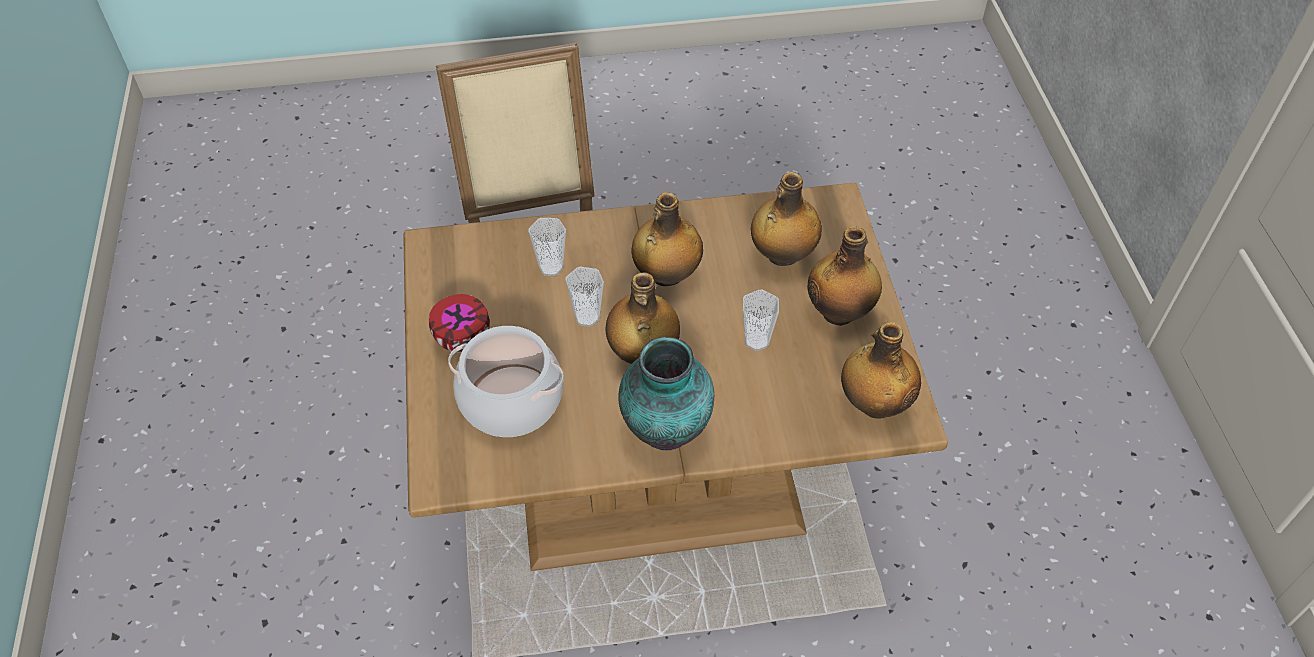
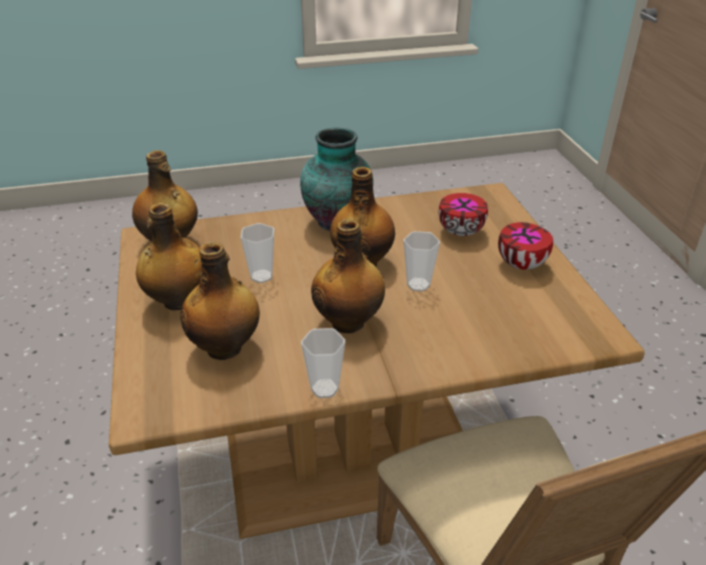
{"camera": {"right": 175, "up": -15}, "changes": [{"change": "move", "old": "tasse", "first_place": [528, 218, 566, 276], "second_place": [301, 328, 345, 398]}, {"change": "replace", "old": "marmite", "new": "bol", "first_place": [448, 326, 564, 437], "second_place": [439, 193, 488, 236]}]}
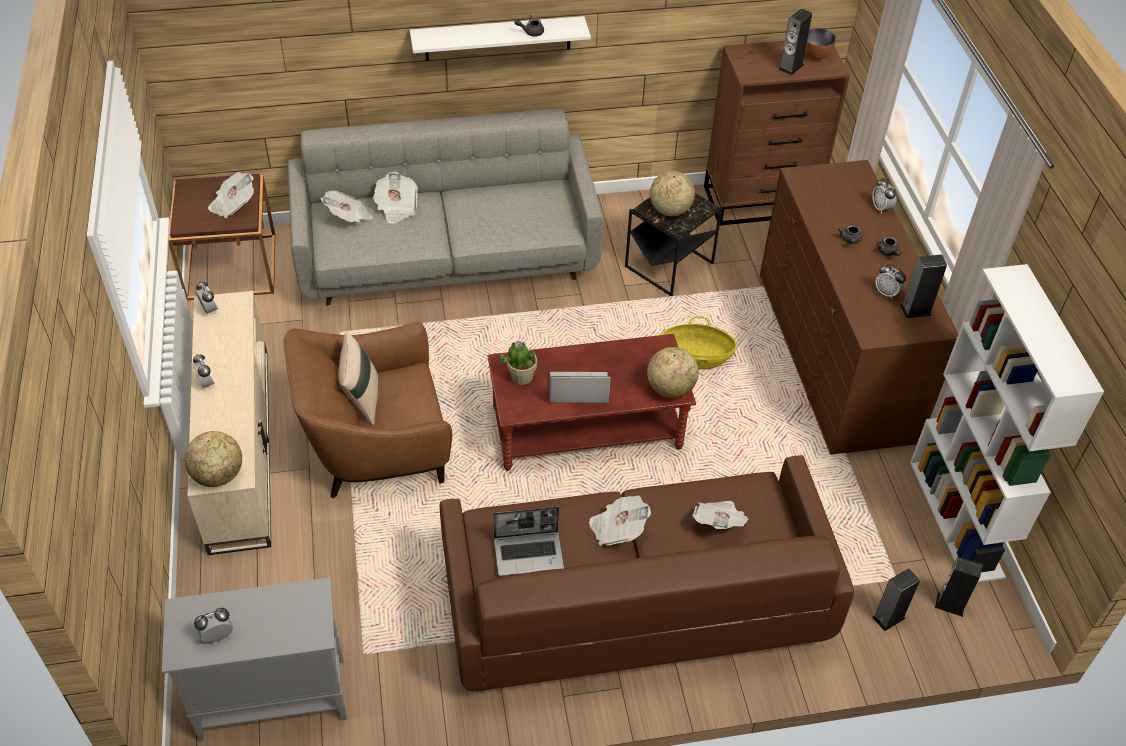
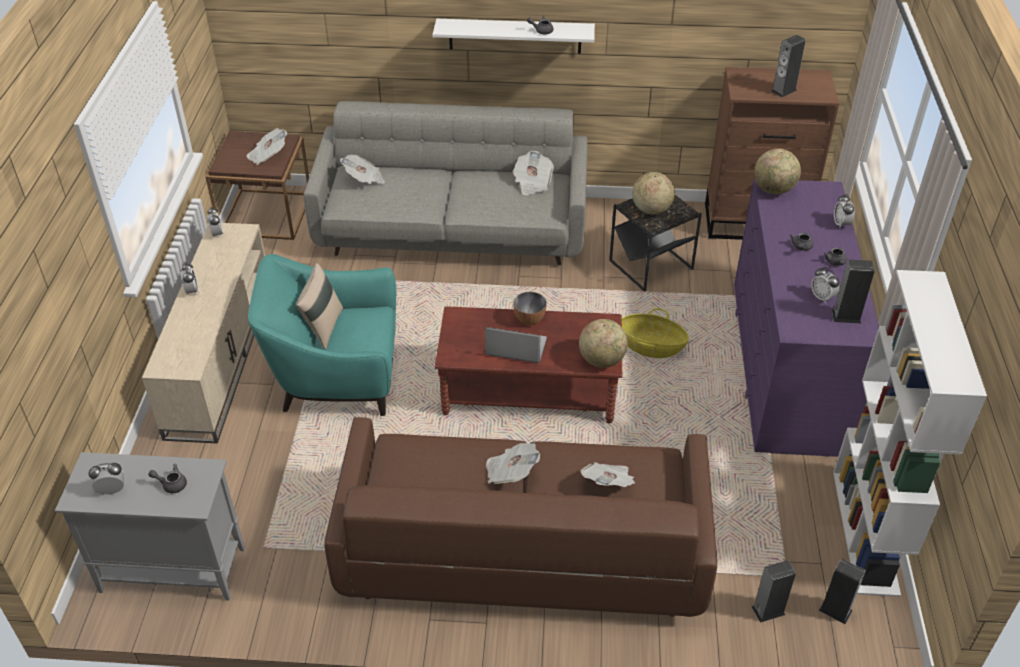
{"camera": {"right": 15, "up": -5}, "changes": [{"change": "insert", "new": "théière (gris)", "second_place": [148, 464, 187, 493]}, {"change": "recolor", "old": "fauteuil (marron)", "new": "fauteuil (turquoise)", "first_place": [284, 321, 452, 498], "second_place": [248, 254, 396, 416]}, {"change": "move", "old": "journal", "first_place": [373, 172, 418, 224], "second_place": [513, 151, 554, 195]}, {"change": "move", "old": "bol", "first_place": [805, 28, 836, 60], "second_place": [513, 292, 547, 325]}, {"change": "recolor", "old": "commode (marron)", "new": "commode (violet)", "first_place": [760, 160, 958, 455], "second_place": [734, 179, 879, 457]}, {"change": "move", "old": "globe", "first_place": [184, 431, 242, 487], "second_place": [754, 149, 801, 194]}, {"change": "delete", "old": "ordinateur portable", "first_place": [493, 507, 564, 576]}, {"change": "delete", "old": "plante en pot", "first_place": [499, 341, 537, 385]}]}
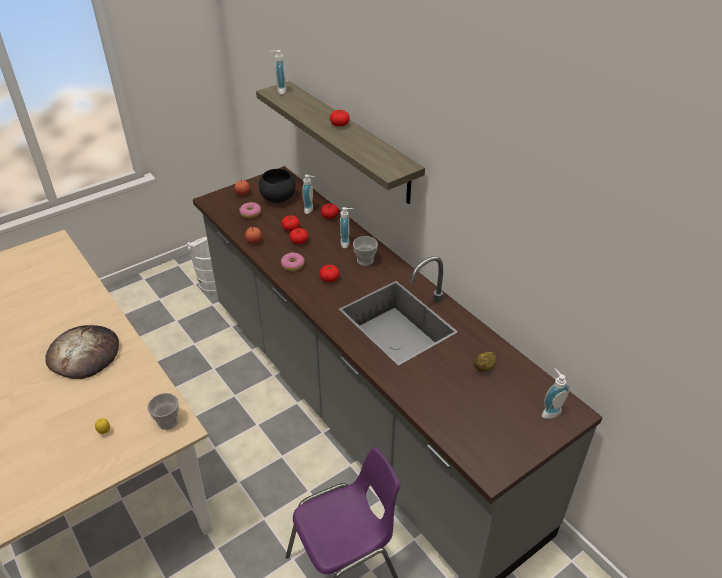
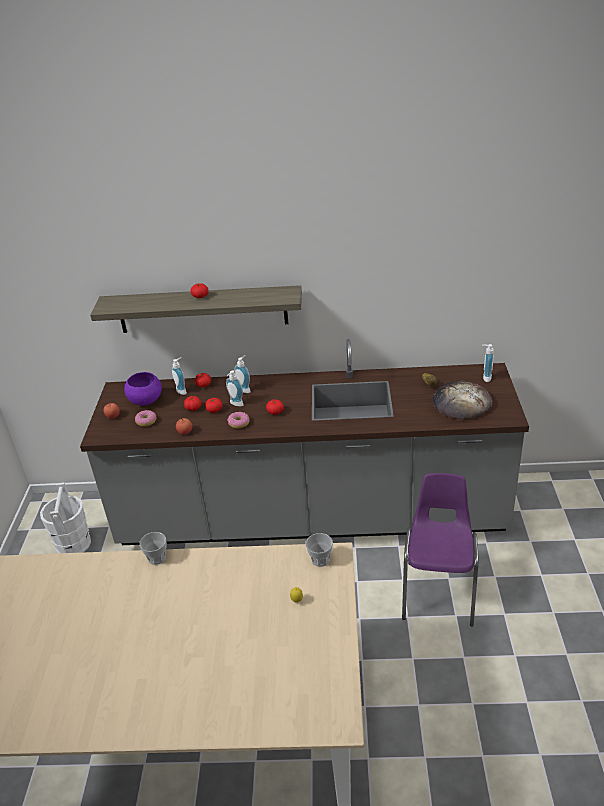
{"camera": {"right": -50, "up": -5}, "changes": [{"change": "recolor", "old": "bol (noir)", "new": "bol (violet)", "first_place": [259, 169, 296, 203], "second_place": [124, 372, 162, 405]}, {"change": "move", "old": "tasse", "first_place": [353, 236, 378, 266], "second_place": [139, 532, 167, 565]}, {"change": "move", "old": "distributeur de savon", "first_place": [270, 50, 286, 95], "second_place": [226, 370, 244, 406]}, {"change": "move", "old": "pain", "first_place": [45, 325, 119, 379], "second_place": [433, 380, 492, 419]}]}
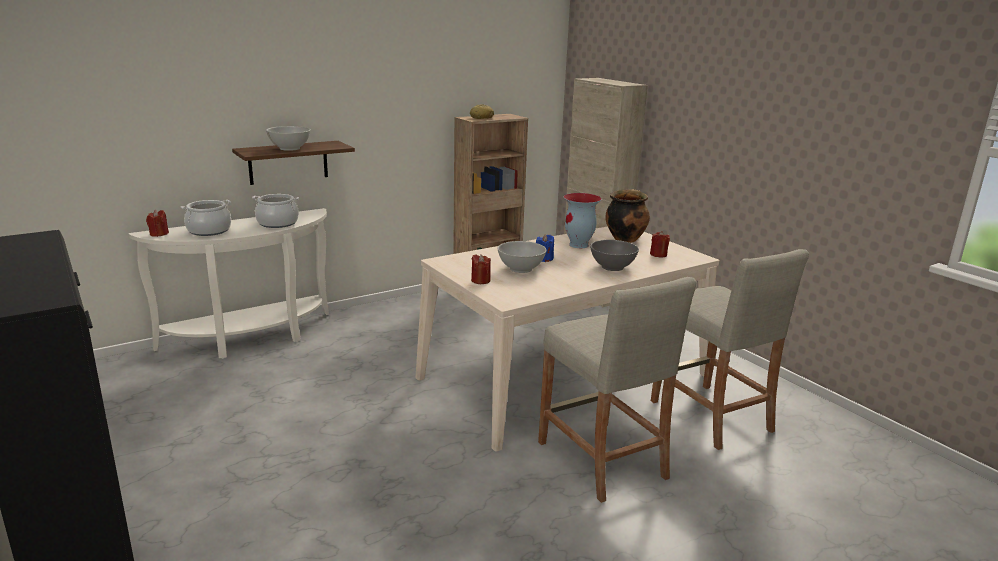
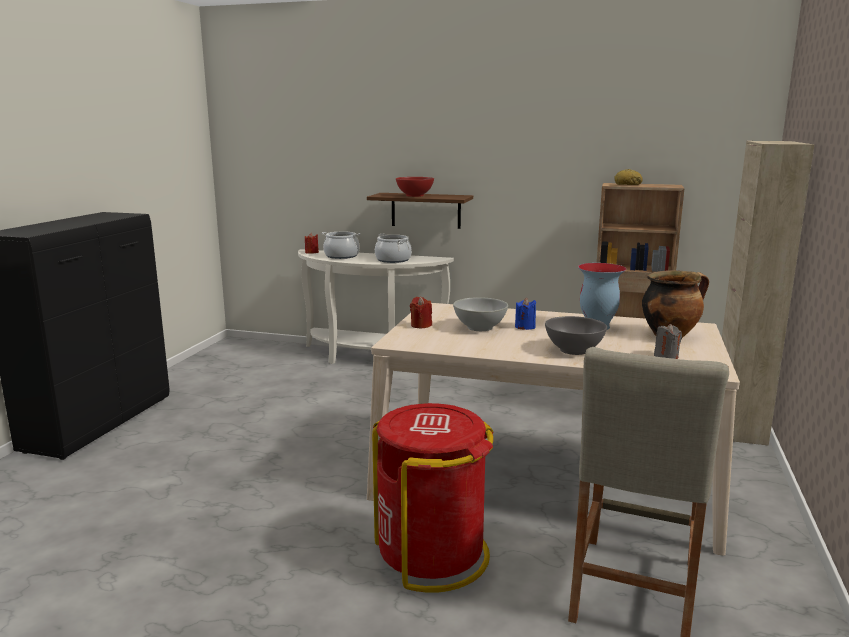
{"camera": {"right": 50, "up": -5}, "changes": [{"change": "replace", "old": "tabouret (beige)", "new": "poubelle (rouge)", "first_place": [538, 277, 697, 503], "second_place": [372, 403, 493, 593]}, {"change": "recolor", "old": "bol (blanc)", "new": "bol (rouge)", "first_place": [266, 126, 311, 151], "second_place": [396, 177, 434, 197]}, {"change": "recolor", "old": "bougie (rouge)", "new": "bougie (gris)", "first_place": [650, 231, 670, 257], "second_place": [654, 324, 682, 359]}]}
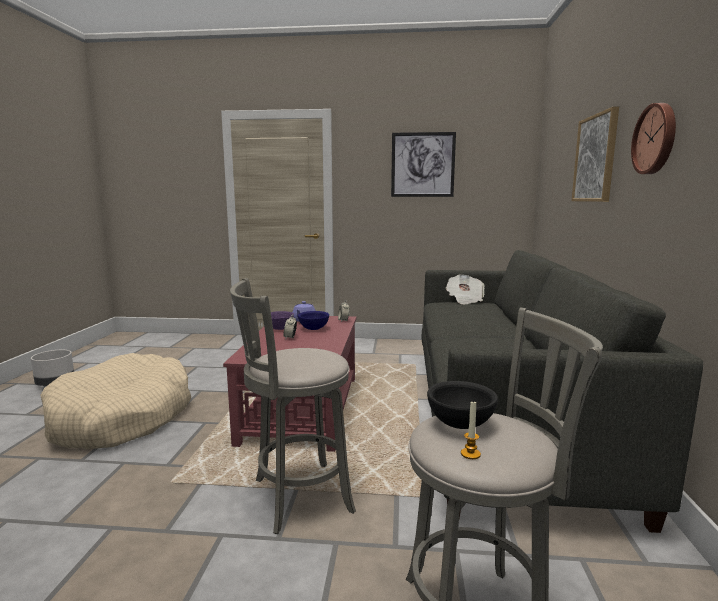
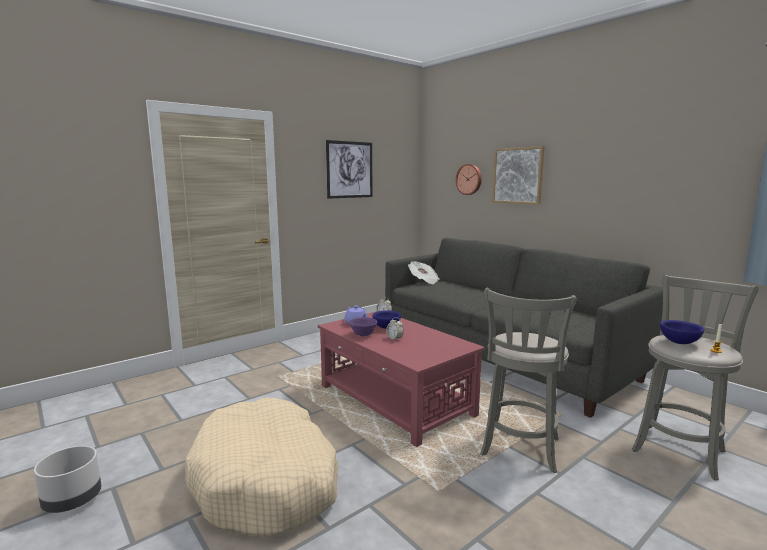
{"camera": {"right": -45, "up": 0}, "changes": [{"change": "move", "old": "horloge murale", "first_place": [631, 103, 676, 174], "second_place": [456, 164, 482, 195]}, {"change": "recolor", "old": "bol (noir)", "new": "bol (bleu)", "first_place": [427, 381, 498, 429], "second_place": [660, 320, 704, 344]}]}
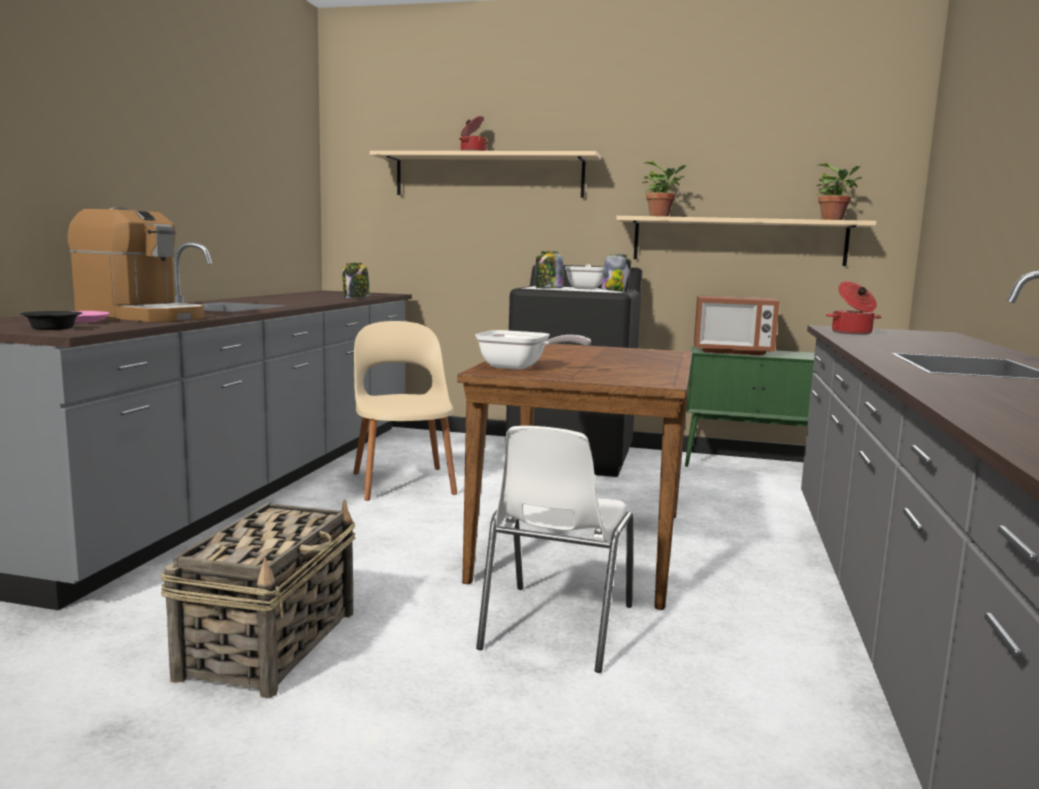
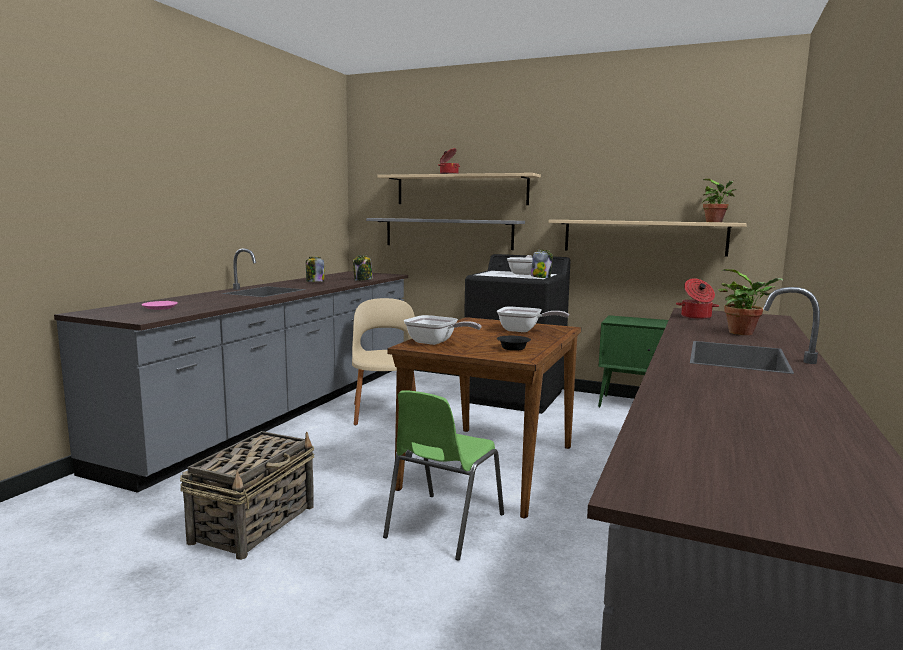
{"camera": {"right": 10, "up": 0}, "changes": [{"change": "move", "old": "bocal", "first_place": [536, 251, 563, 288], "second_place": [306, 257, 325, 282]}, {"change": "insert", "new": "étagère (gris)", "second_place": [366, 218, 525, 250]}, {"change": "recolor", "old": "chaise (blanc)", "new": "chaise (vert)", "first_place": [476, 426, 633, 673], "second_place": [383, 390, 504, 561]}, {"change": "insert", "new": "poêle", "second_place": [497, 307, 569, 332]}, {"change": "move", "old": "bol (noir)", "first_place": [20, 311, 82, 330], "second_place": [497, 336, 531, 351]}, {"change": "move", "old": "plante en pot", "first_place": [642, 161, 687, 217], "second_place": [718, 269, 783, 335]}, {"change": "delete", "old": "machine à café", "first_place": [67, 207, 204, 322]}, {"change": "delete", "old": "micro-ondes", "first_place": [694, 295, 780, 356]}]}
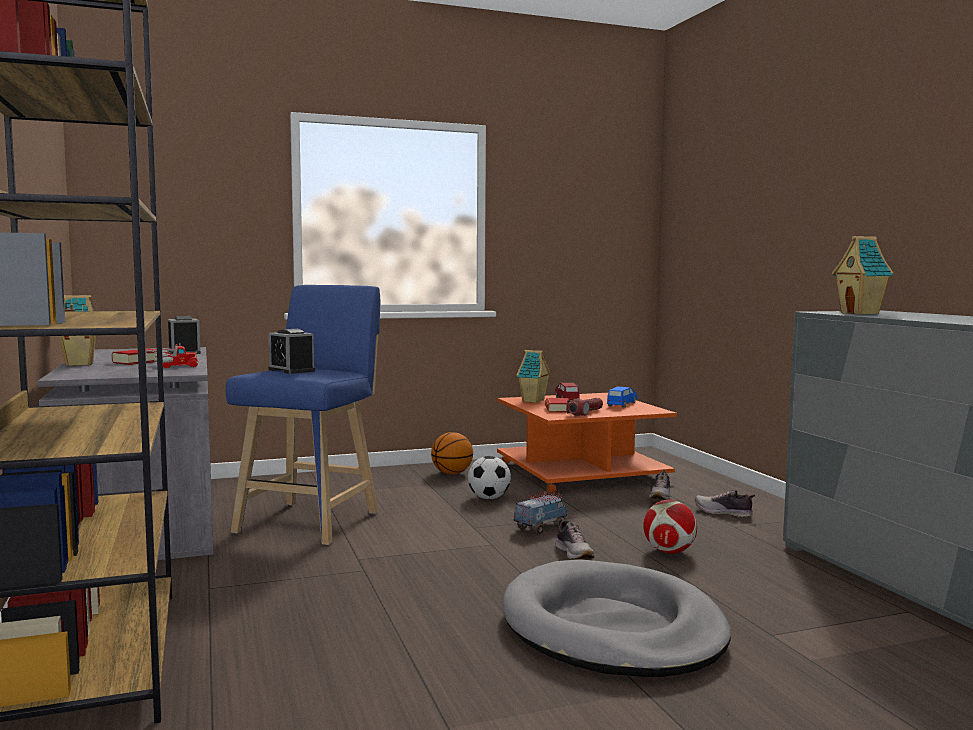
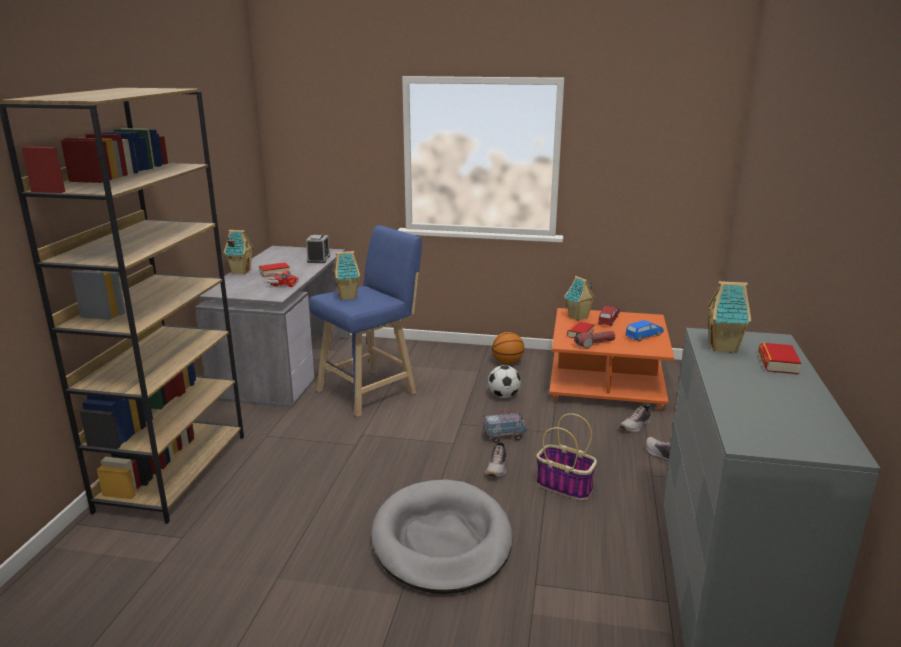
{"camera": {"right": 30, "up": 15}, "changes": [{"change": "replace", "old": "réveil", "new": "maison miniature", "first_place": [268, 329, 315, 374], "second_place": [333, 251, 360, 300]}, {"change": "replace", "old": "ballon de foot", "new": "panier", "first_place": [643, 500, 697, 554], "second_place": [536, 413, 597, 500]}, {"change": "insert", "new": "livre", "second_place": [758, 343, 801, 374]}]}
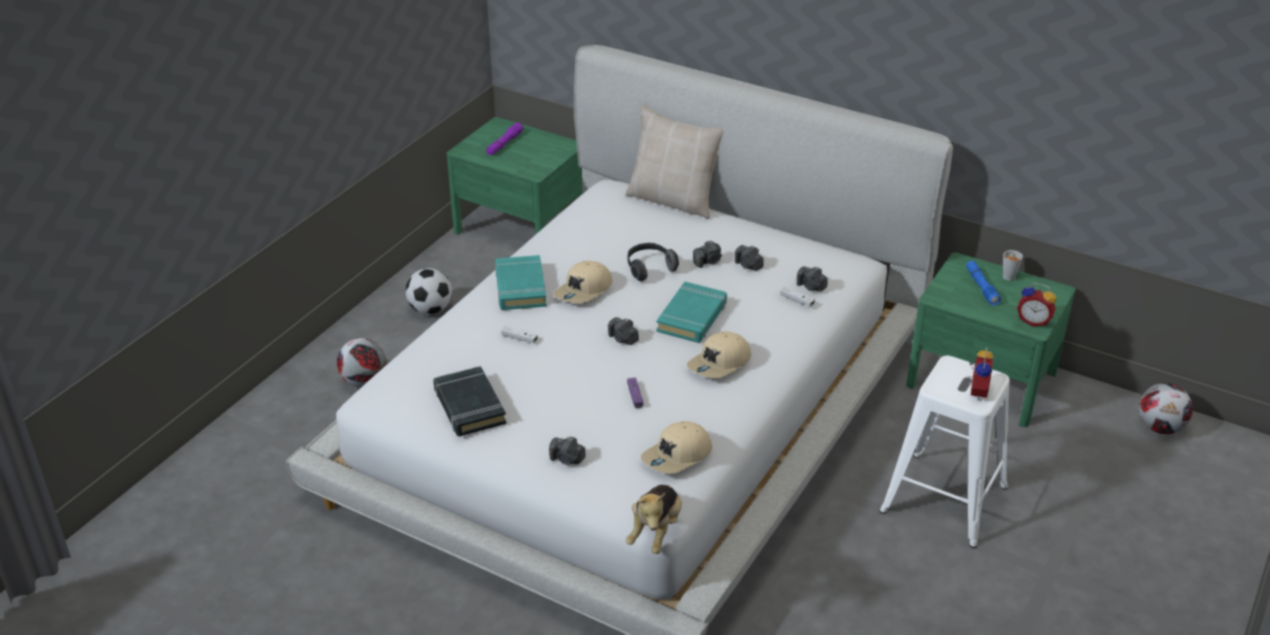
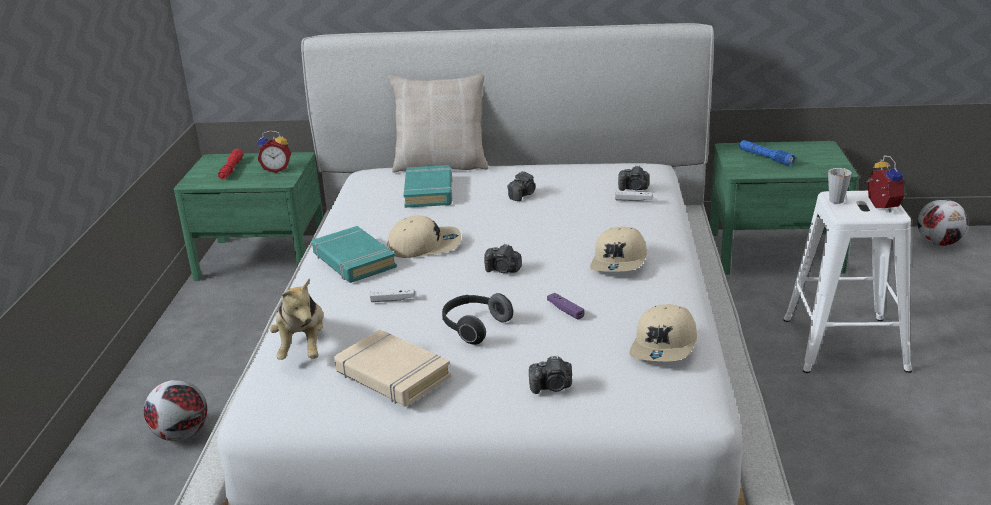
{"camera": {"right": -25, "up": -10}, "changes": [{"change": "recolor", "old": "lampe de poche (violet)", "new": "lampe de poche (rouge)", "first_place": [486, 123, 523, 155], "second_place": [218, 149, 243, 179]}, {"change": "move", "old": "réveil", "first_place": [1017, 284, 1056, 326], "second_place": [257, 130, 291, 173]}, {"change": "move", "old": "peluche", "first_place": [626, 485, 682, 554], "second_place": [270, 278, 323, 360]}, {"change": "recolor", "old": "livre (noir)", "new": "livre (beige)", "first_place": [433, 366, 506, 436], "second_place": [334, 329, 451, 406]}, {"change": "rotate", "old": "casquette (beige)", "first_place": [553, 261, 613, 303], "second_place": [387, 215, 461, 258], "degrees": -105}, {"change": "move", "old": "livre (turquoise)", "first_place": [656, 282, 727, 343], "second_place": [404, 165, 453, 208]}, {"change": "move", "old": "casque audio", "first_place": [627, 243, 679, 282], "second_place": [442, 293, 513, 345]}, {"change": "move", "old": "tasse (gris)", "first_place": [1003, 250, 1023, 281], "second_place": [828, 168, 852, 204]}, {"change": "delete", "old": "ballon de foot", "first_place": [405, 268, 452, 315]}, {"change": "delete", "old": "appareil photo", "first_place": [735, 245, 763, 271]}]}
